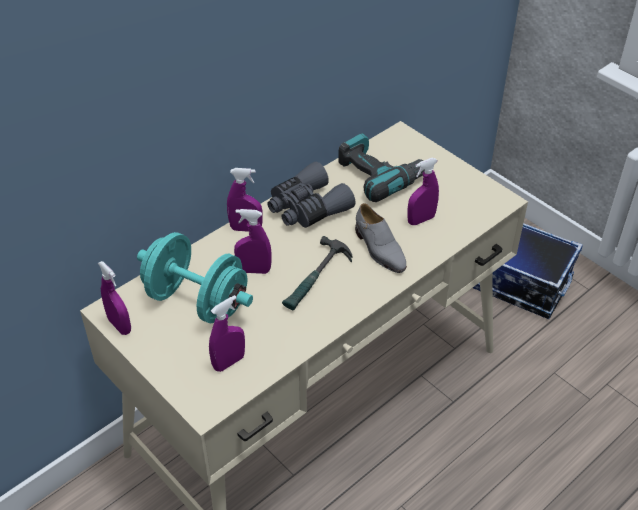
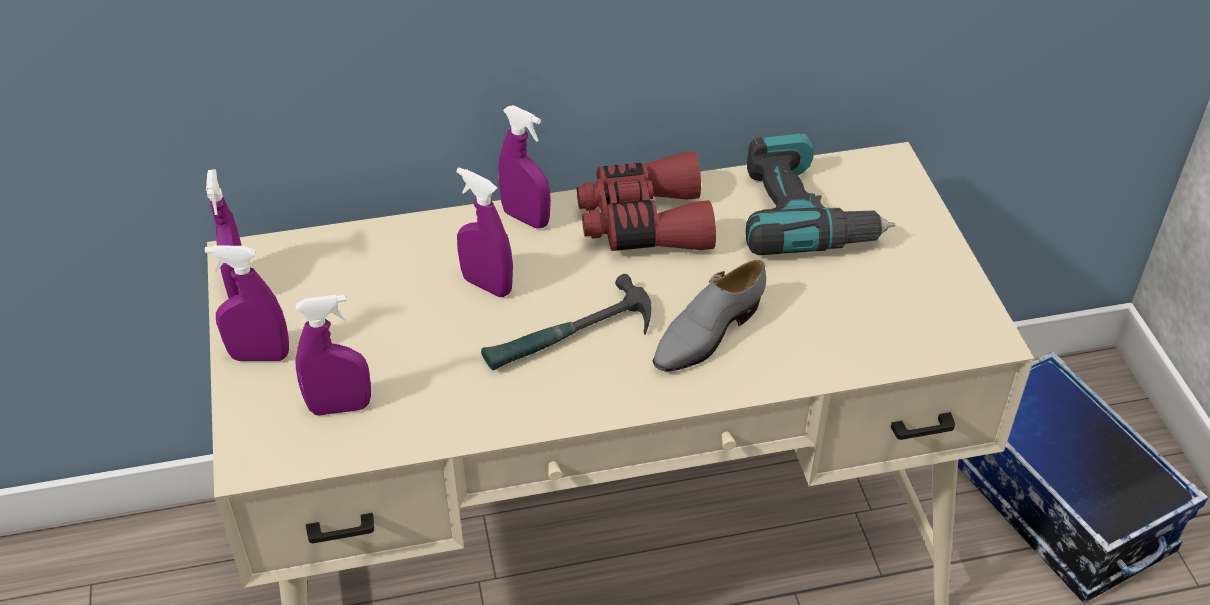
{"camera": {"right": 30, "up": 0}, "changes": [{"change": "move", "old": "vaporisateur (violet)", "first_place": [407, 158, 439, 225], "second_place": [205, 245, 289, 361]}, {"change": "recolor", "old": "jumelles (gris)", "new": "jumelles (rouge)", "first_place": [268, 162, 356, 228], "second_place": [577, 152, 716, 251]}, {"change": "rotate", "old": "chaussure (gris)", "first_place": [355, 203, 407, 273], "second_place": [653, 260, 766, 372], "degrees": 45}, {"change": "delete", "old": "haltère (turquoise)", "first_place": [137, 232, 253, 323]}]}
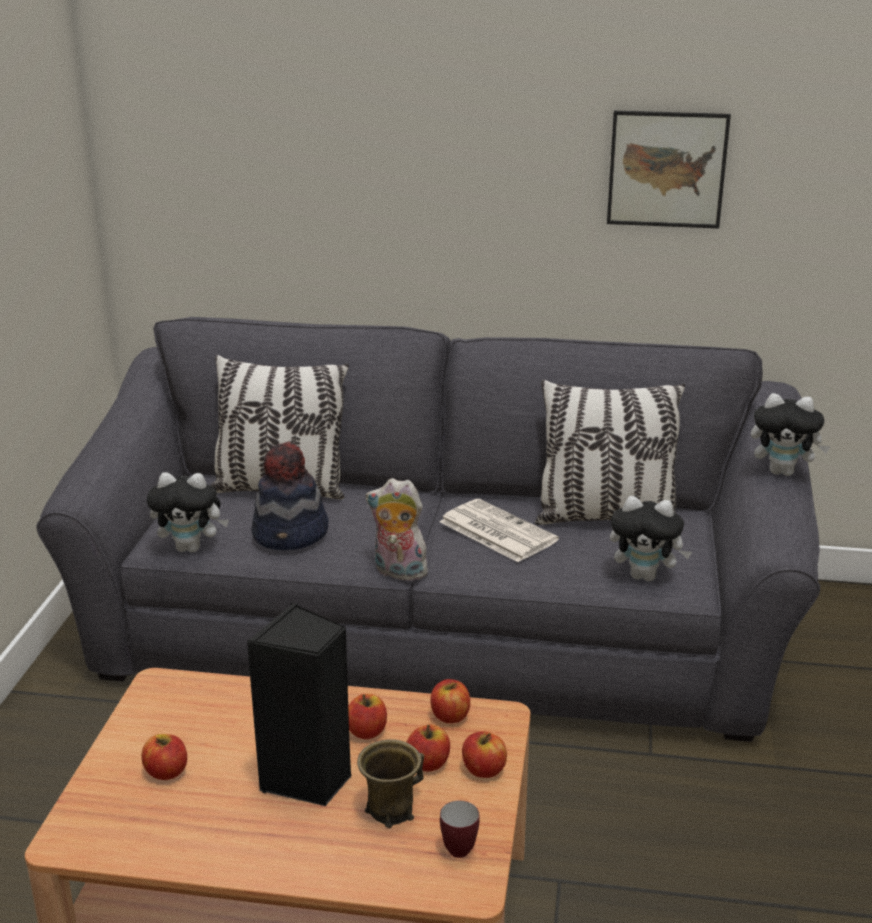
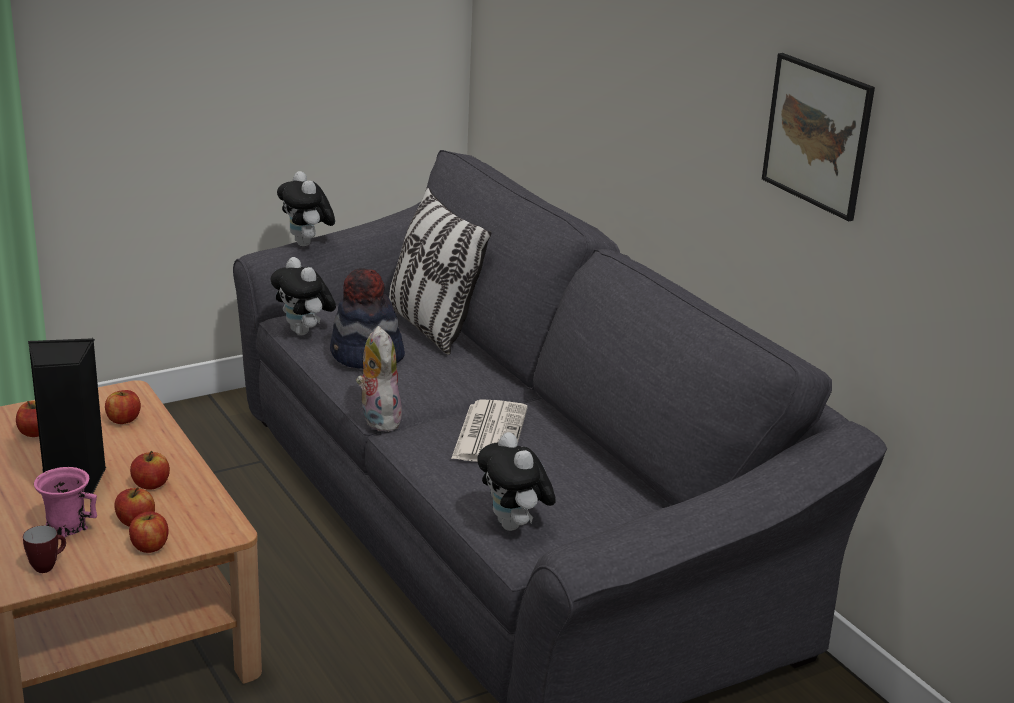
{"camera": {"right": 50, "up": 0}, "changes": [{"change": "recolor", "old": "mug (marron)", "new": "mug (rose)", "first_place": [357, 740, 424, 828], "second_place": [34, 467, 97, 538]}, {"change": "move", "old": "pomme", "first_place": [430, 679, 470, 723], "second_place": [105, 390, 141, 424]}, {"change": "move", "old": "peluche", "first_place": [751, 393, 831, 476], "second_place": [277, 171, 335, 246]}, {"change": "delete", "old": "coussin", "first_place": [535, 380, 685, 525]}]}
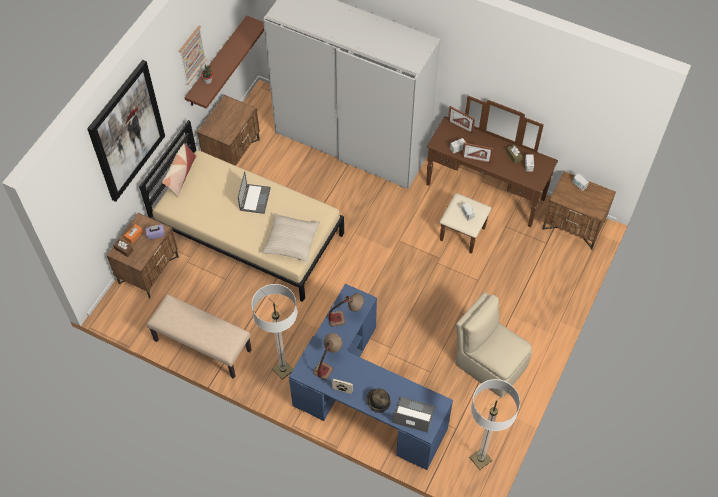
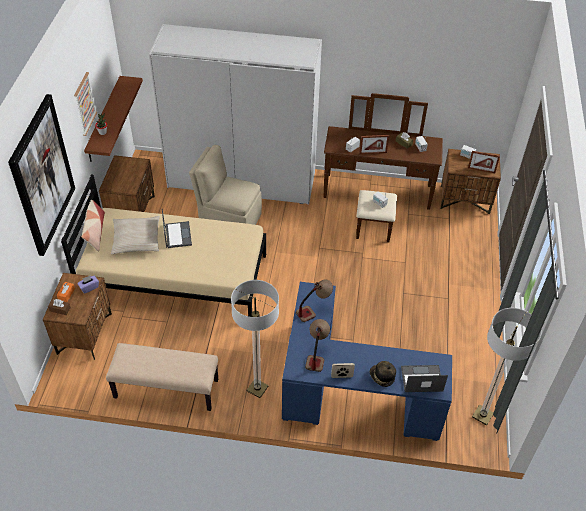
{"camera": {"right": -20, "up": -10}, "changes": [{"change": "move", "old": "coussin (beige)", "first_place": [262, 213, 320, 262], "second_place": [111, 216, 160, 254]}, {"change": "move", "old": "chaise (beige)", "first_place": [455, 292, 532, 397], "second_place": [189, 145, 262, 225]}, {"change": "move", "old": "cadre photo", "first_place": [448, 106, 475, 134], "second_place": [468, 151, 500, 173]}]}
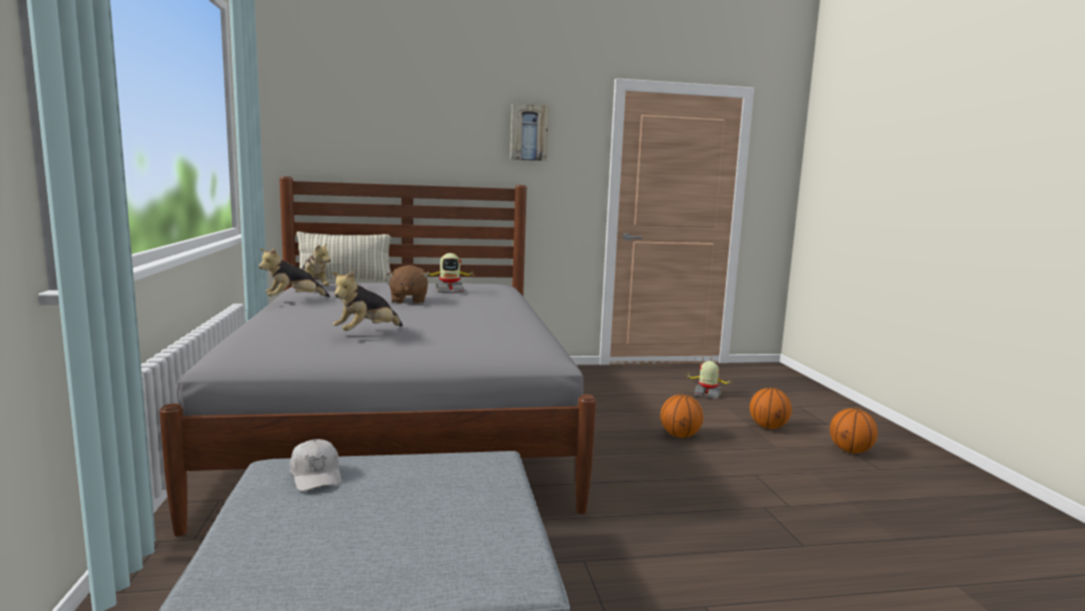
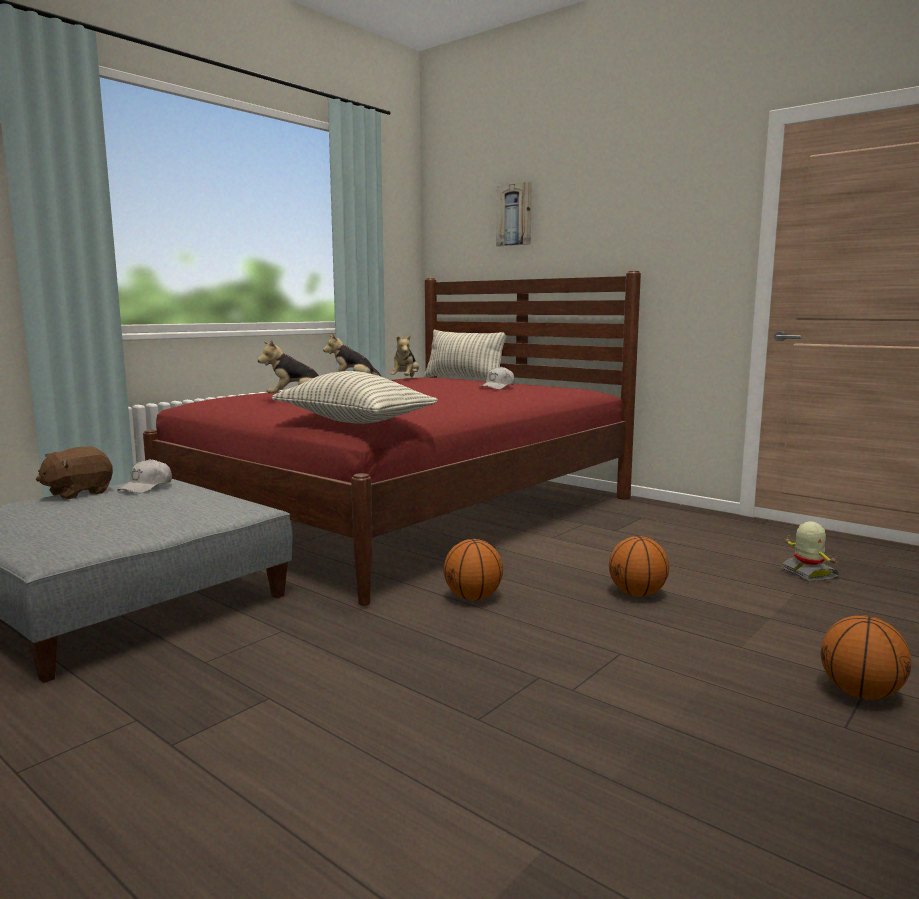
{"camera": {"right": 50, "up": 0}, "changes": [{"change": "move", "old": "peluche (marron)", "first_place": [387, 265, 429, 304], "second_place": [36, 446, 113, 500]}, {"change": "recolor", "old": "lit (gris)", "new": "lit (rouge)", "first_place": [159, 176, 596, 536], "second_place": [143, 271, 641, 606]}, {"change": "insert", "new": "coussin", "second_place": [272, 371, 438, 424]}, {"change": "move", "old": "ballon de basket", "first_place": [749, 388, 792, 429], "second_place": [444, 539, 503, 601]}, {"change": "replace", "old": "robot jouet", "new": "casquette (blanc)", "first_place": [427, 253, 473, 292], "second_place": [479, 366, 514, 389]}, {"change": "move", "old": "tableau", "first_place": [510, 104, 548, 161], "second_place": [496, 182, 532, 246]}]}
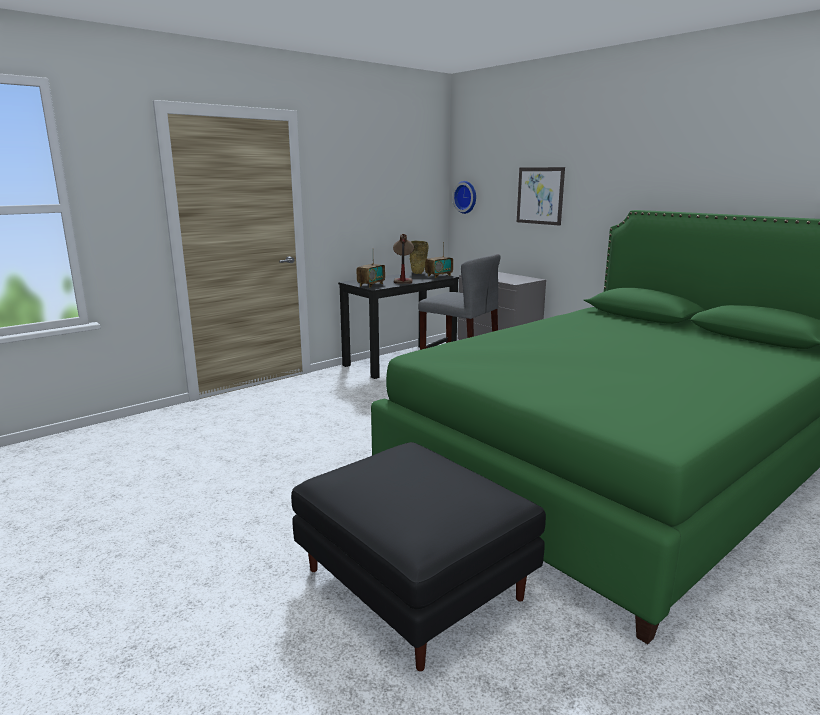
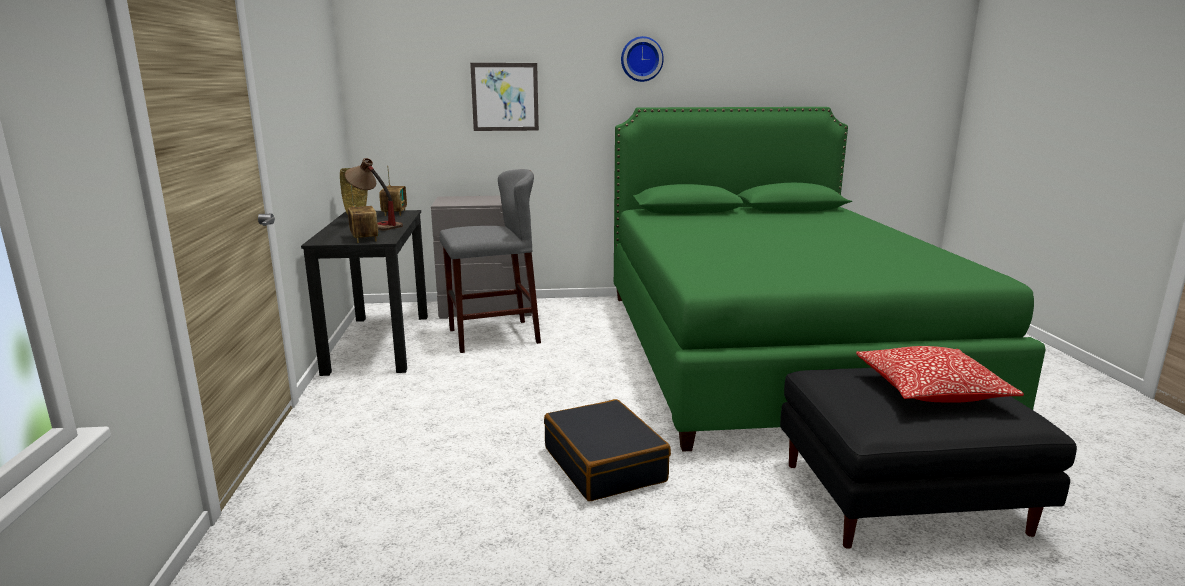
{"camera": {"right": -55, "up": 0}, "changes": [{"change": "insert", "new": "valise (noir)", "second_place": [544, 399, 671, 501]}, {"change": "move", "old": "horloge murale", "first_place": [452, 181, 476, 214], "second_place": [621, 36, 664, 82]}, {"change": "insert", "new": "coussin", "second_place": [856, 346, 1024, 402]}]}
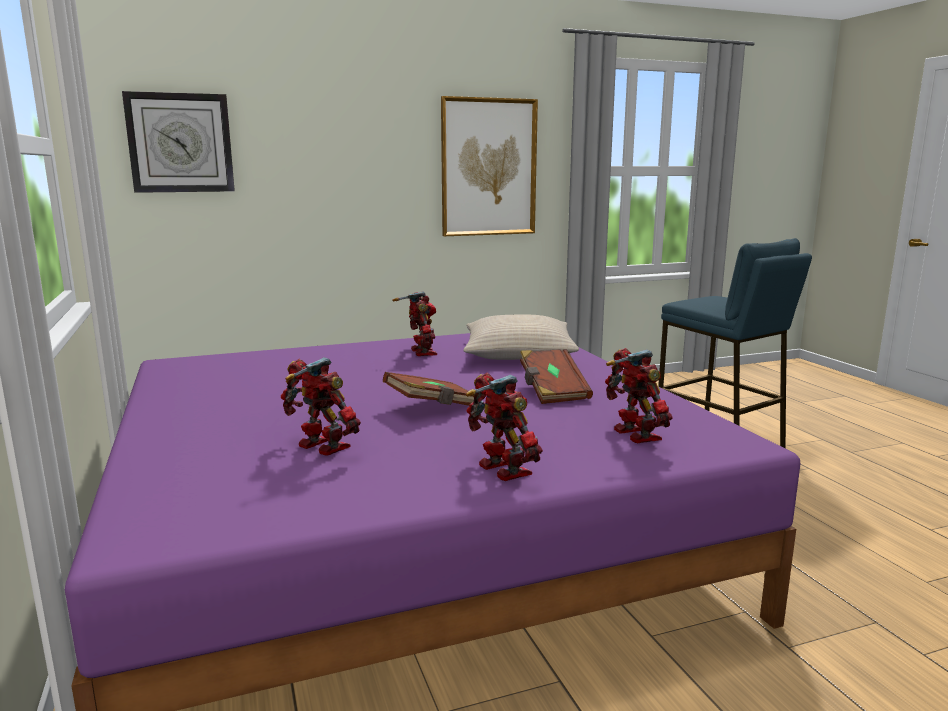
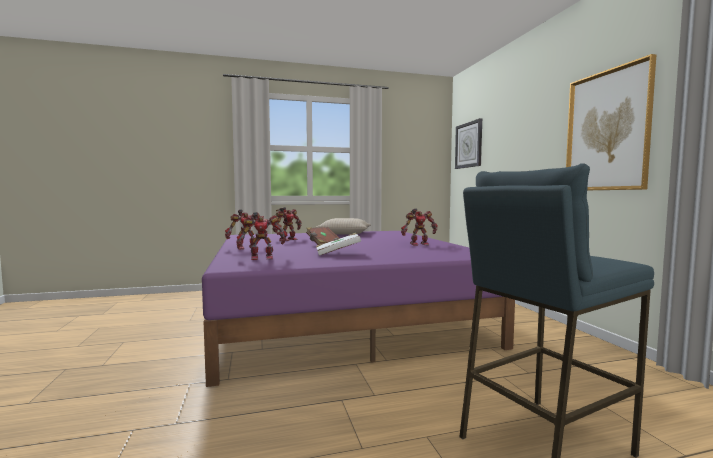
{"camera": {"right": 95, "up": -10}, "changes": [{"change": "move", "old": "coussin (beige)", "first_place": [464, 315, 579, 360], "second_place": [315, 218, 371, 235]}, {"change": "recolor", "old": "livre (marron)", "new": "livre (blanc)", "first_place": [520, 349, 593, 404], "second_place": [316, 233, 361, 256]}]}
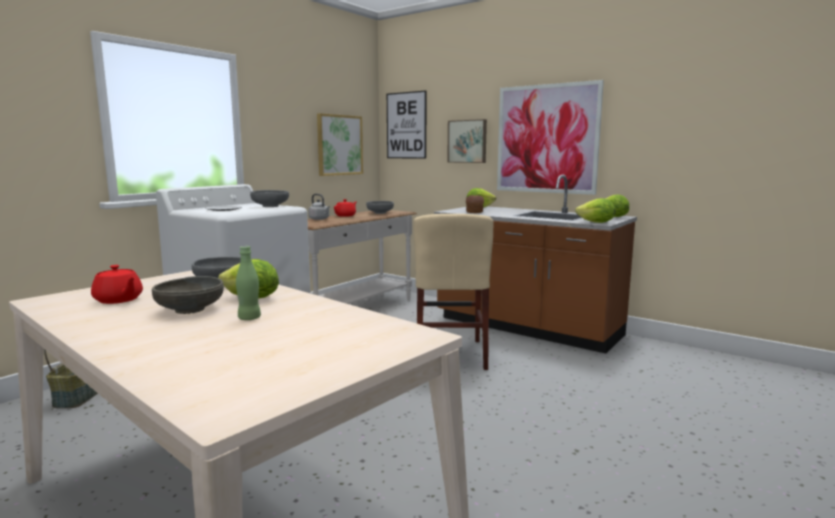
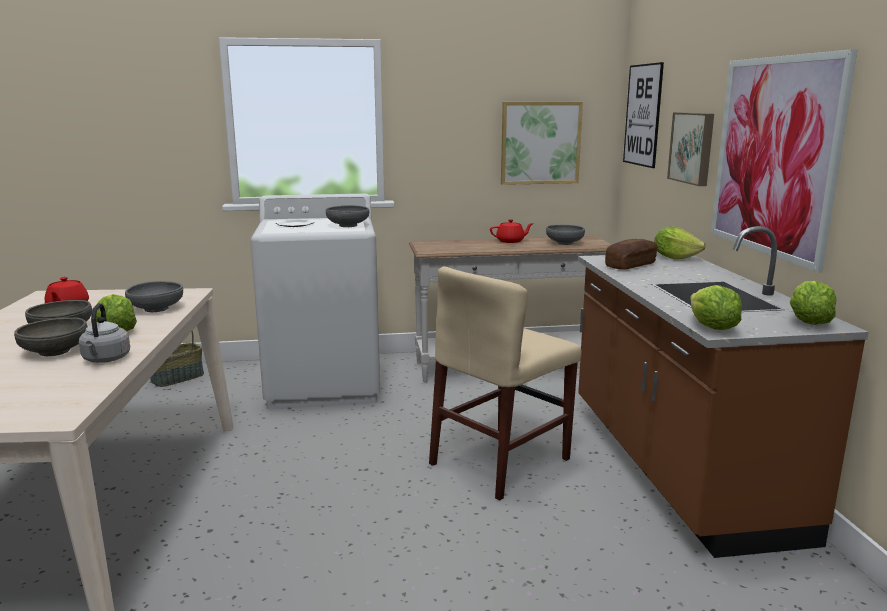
{"camera": {"right": 45, "up": 5}, "changes": [{"change": "replace", "old": "bouteille (vert)", "new": "bol (gris)", "first_place": [236, 246, 261, 320], "second_place": [14, 317, 88, 356]}, {"change": "move", "old": "bouilloire (gris)", "first_place": [308, 194, 330, 220], "second_place": [79, 303, 130, 363]}]}
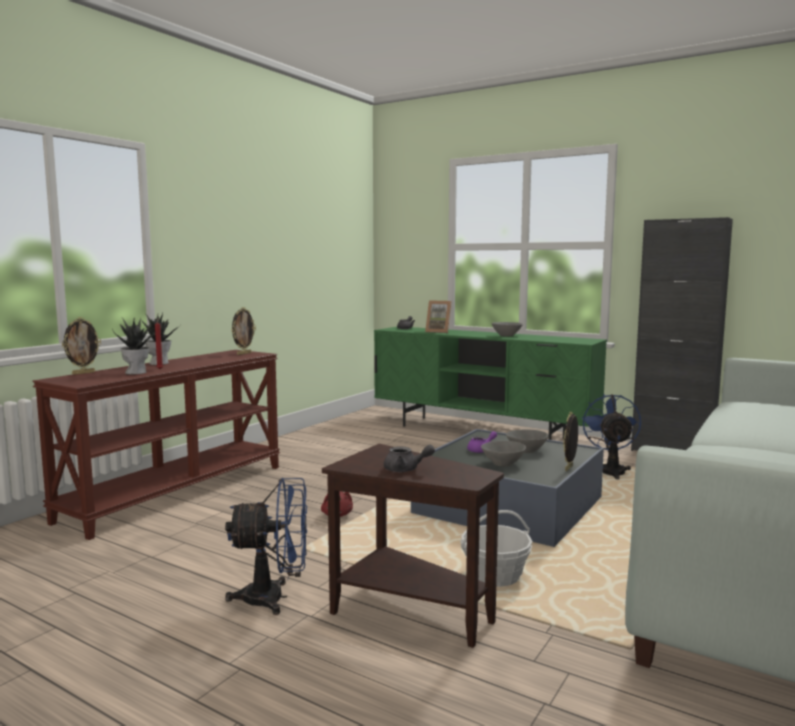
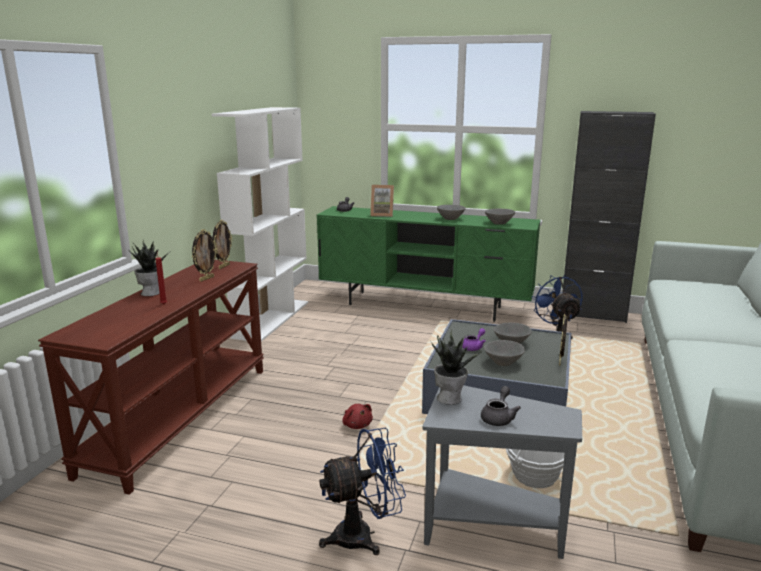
{"camera": {"right": -15, "up": 10}, "changes": [{"change": "move", "old": "cadre photo", "first_place": [62, 317, 101, 375], "second_place": [192, 229, 218, 282]}, {"change": "insert", "new": "bibliothèque (blanc)", "second_place": [212, 107, 308, 341]}, {"change": "recolor", "old": "table d'appoint (marron)", "new": "table d'appoint (gris)", "first_place": [322, 444, 504, 648], "second_place": [423, 385, 582, 559]}, {"change": "move", "old": "plante en pot", "first_place": [112, 318, 155, 375], "second_place": [431, 330, 483, 405]}, {"change": "rotate", "old": "théière (gris)", "first_place": [384, 445, 435, 472], "second_place": [481, 386, 521, 426], "degrees": -60}, {"change": "insert", "new": "bol (gris)", "second_place": [485, 209, 515, 225]}]}
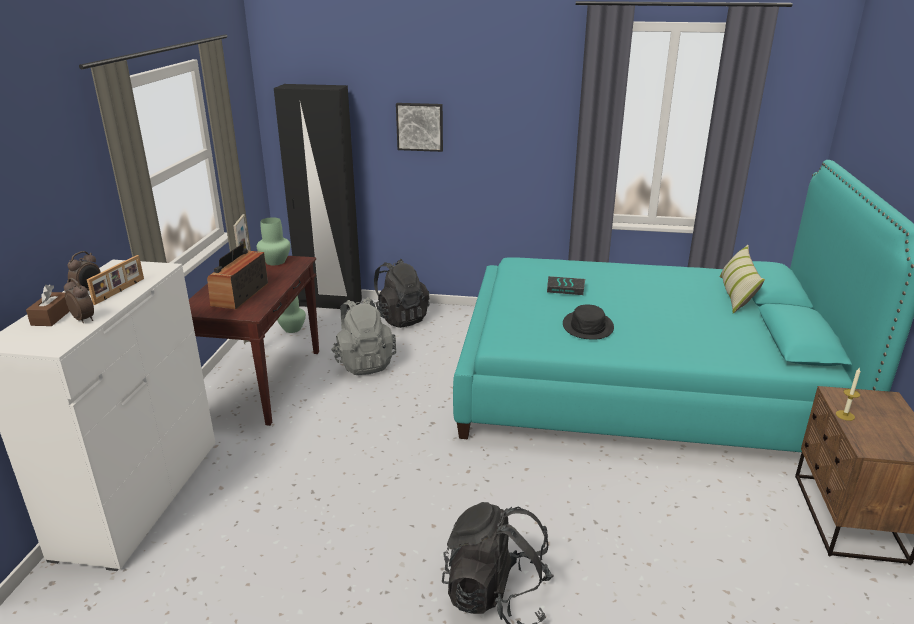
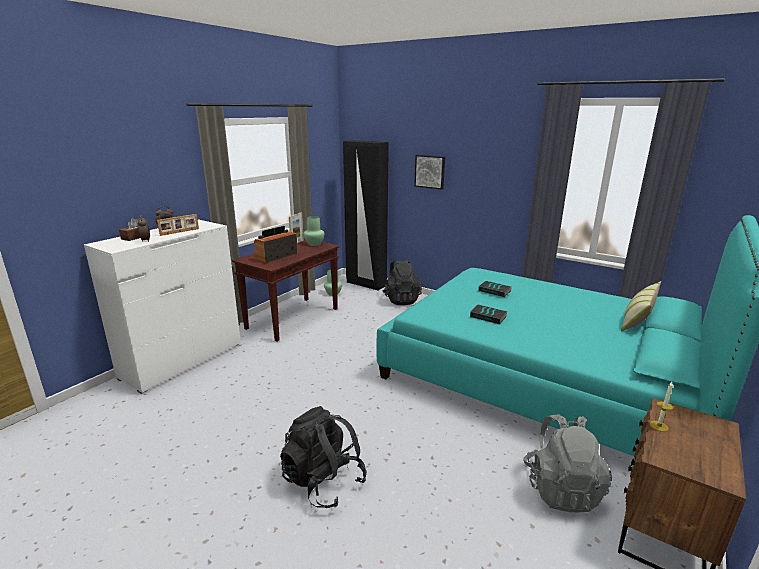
{"camera": {"right": 25, "up": -5}, "changes": [{"change": "replace", "old": "chapeau (noir)", "new": "livre", "first_place": [563, 305, 614, 340], "second_place": [470, 305, 508, 324]}, {"change": "move", "old": "sac à dos (gris)", "first_place": [331, 297, 396, 375], "second_place": [523, 414, 612, 512]}]}
